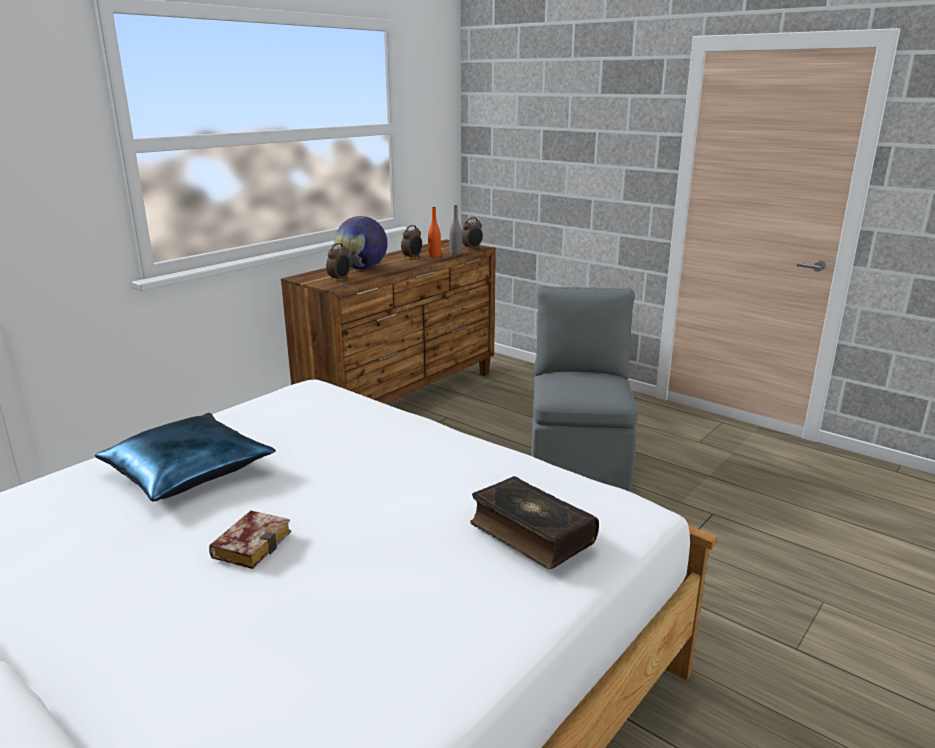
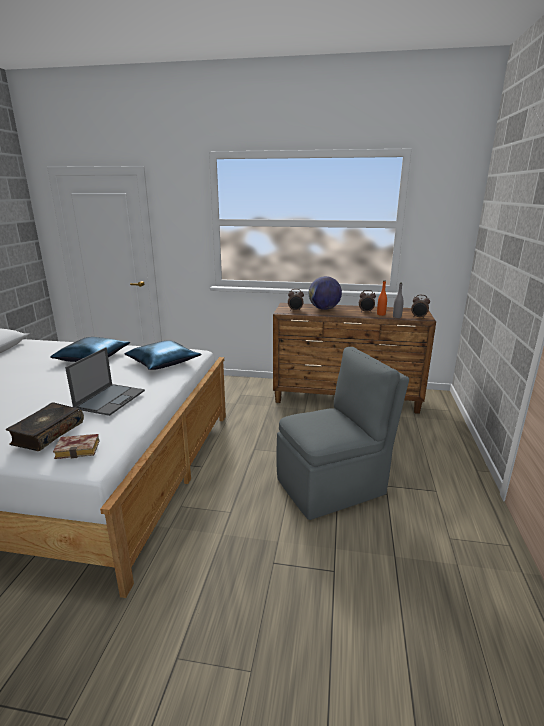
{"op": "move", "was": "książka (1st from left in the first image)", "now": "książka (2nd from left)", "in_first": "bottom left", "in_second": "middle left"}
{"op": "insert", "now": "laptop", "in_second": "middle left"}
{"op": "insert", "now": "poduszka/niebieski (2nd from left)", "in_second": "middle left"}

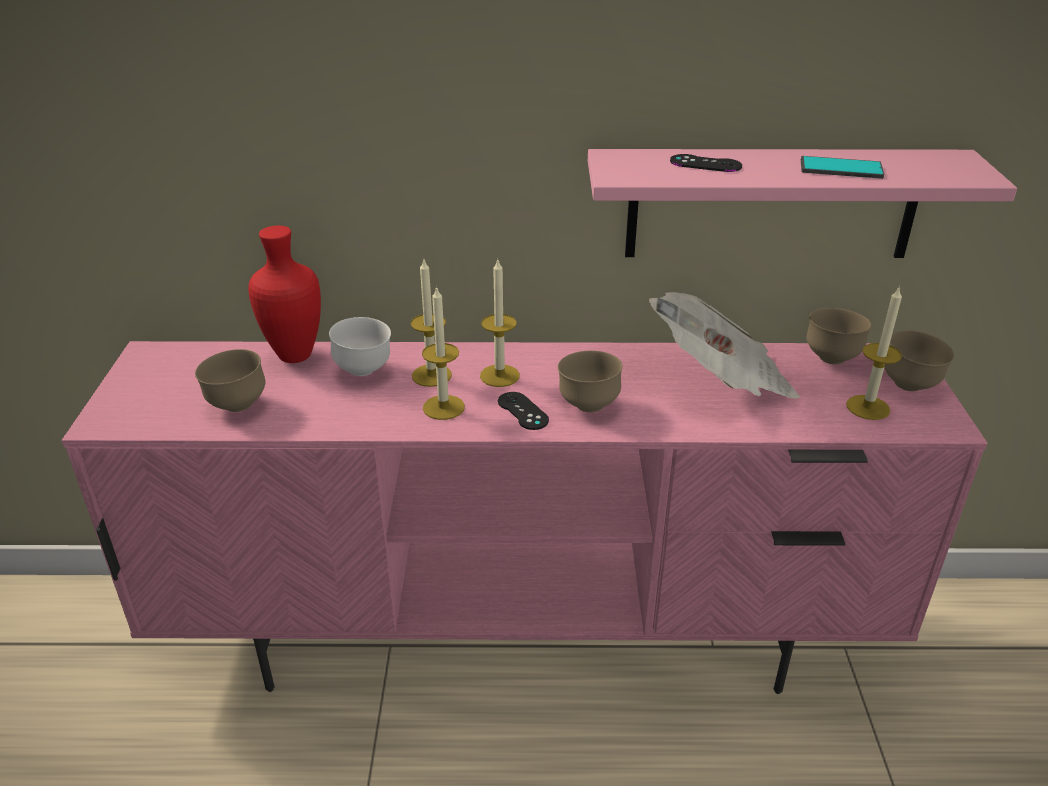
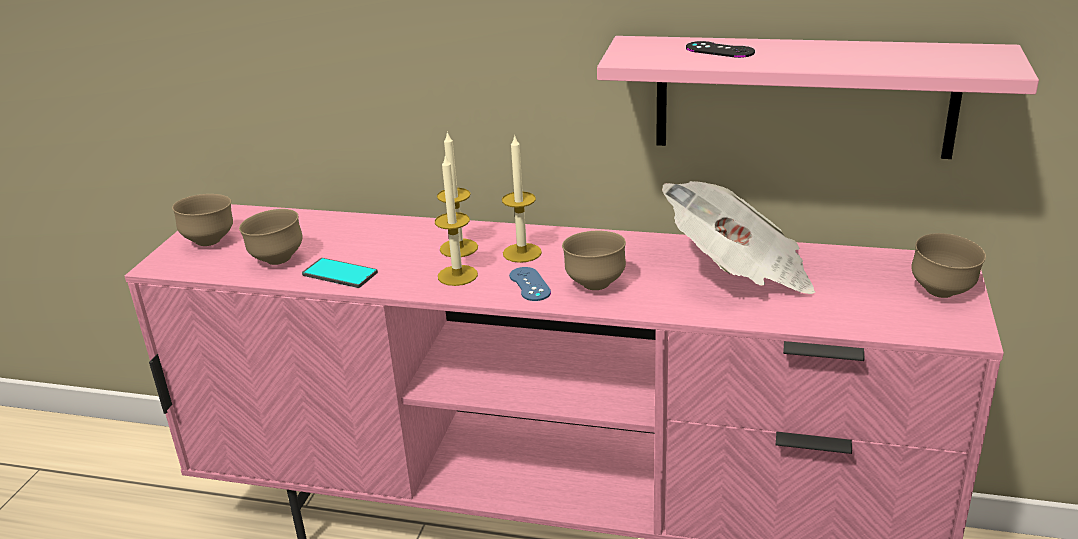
{"op": "move", "was": "miska/brązowy (3rd from left in the first image)", "now": "miska/brązowy (1st from left)", "in_first": "middle right", "in_second": "middle left"}
{"op": "move", "was": "telefon", "in_first": "top right", "in_second": "middle left"}
{"op": "recolor", "was": "pad do gier/czarny (1st from left)", "now": "pad do gier/niebieski", "in_first": "centre", "in_second": "centre"}
{"op": "delete", "was": "wazon/czerwony", "in_first": "middle left"}
{"op": "delete", "was": "miska/biały", "in_first": "centre"}
{"op": "delete", "was": "świeca (4th from left)", "in_first": "middle right"}

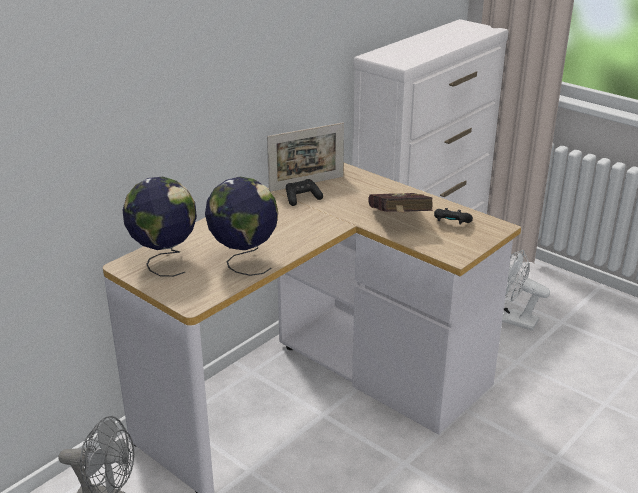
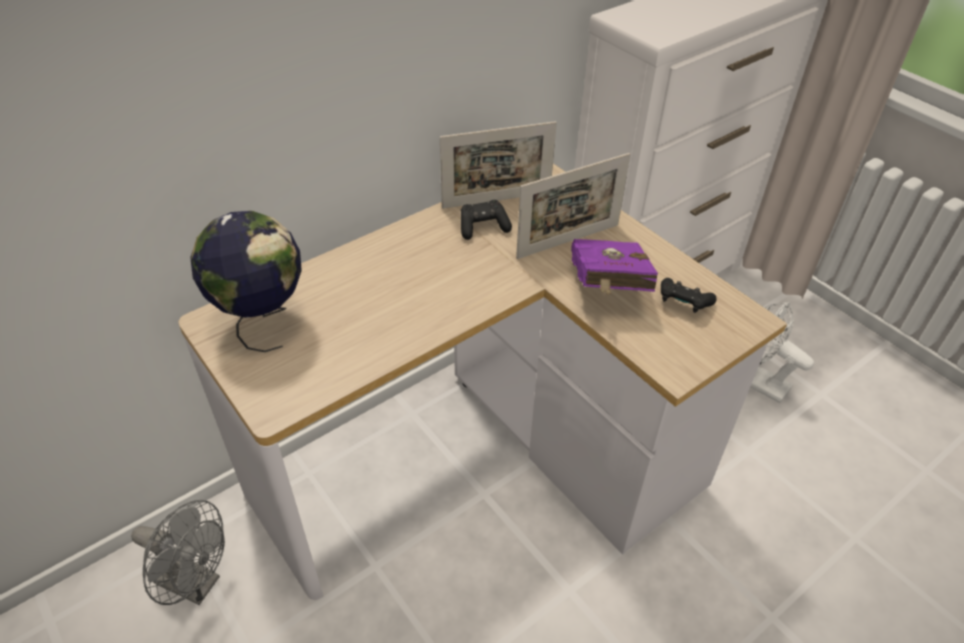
{"op": "insert", "now": "ramka na zdjęcie (2nd from left)", "in_second": "top centre"}
{"op": "recolor", "was": "książka/czerwony", "now": "książka/fioletowy", "in_first": "centre", "in_second": "centre"}
{"op": "delete", "was": "globus (2nd from left)", "in_first": "centre"}

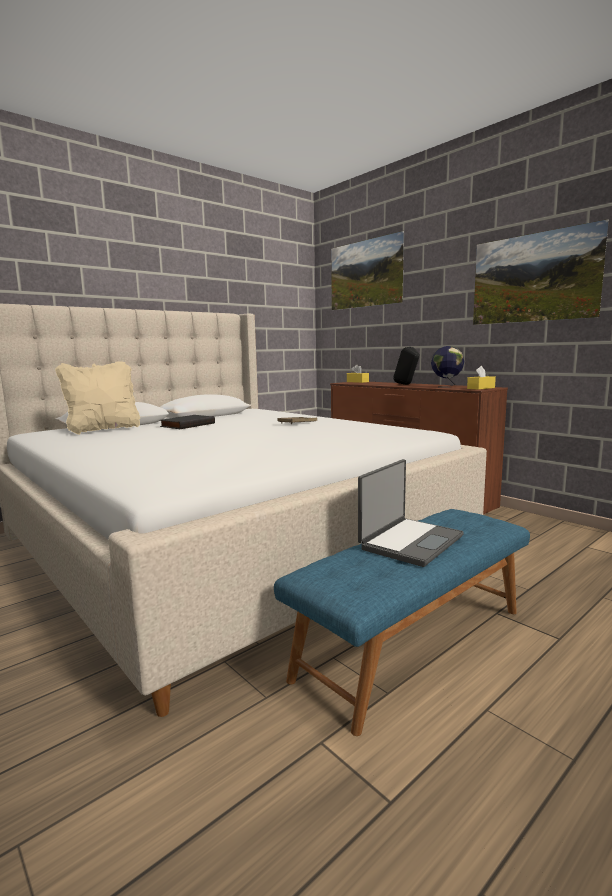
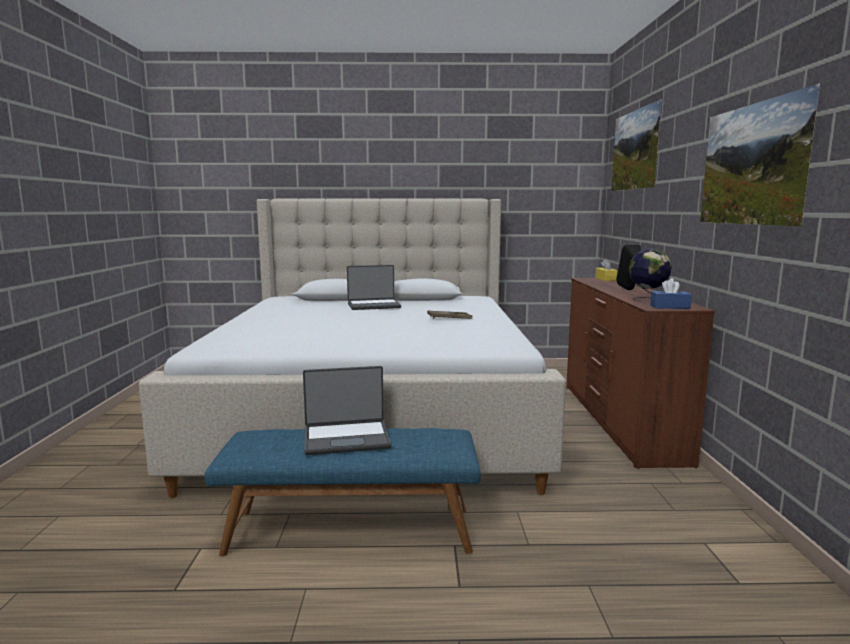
{"op": "replace", "was": "książka/czarny", "now": "laptop (2nd from left)", "in_first": "middle left", "in_second": "centre"}
{"op": "recolor", "was": "pudełko chusteczek/żółty (2nd from left)", "now": "pudełko chusteczek/niebieski", "in_first": "middle right", "in_second": "middle right"}
{"op": "delete", "was": "poduszka/beżowy", "in_first": "middle left"}

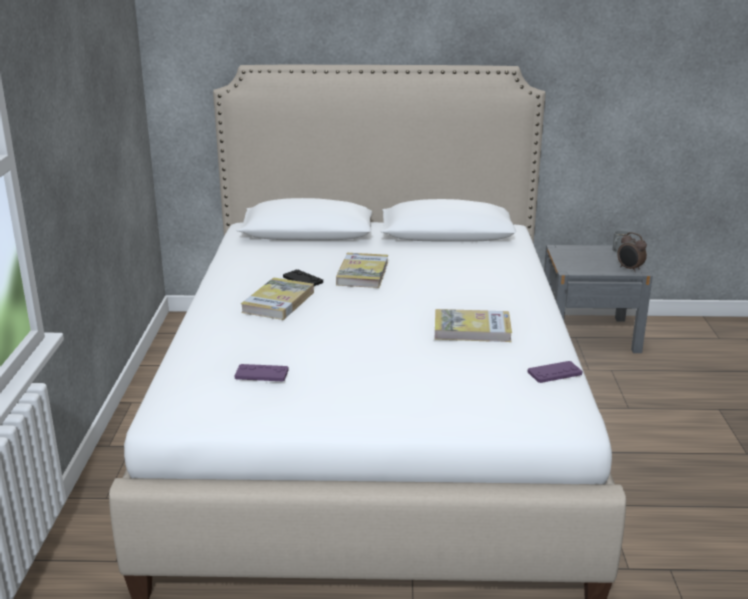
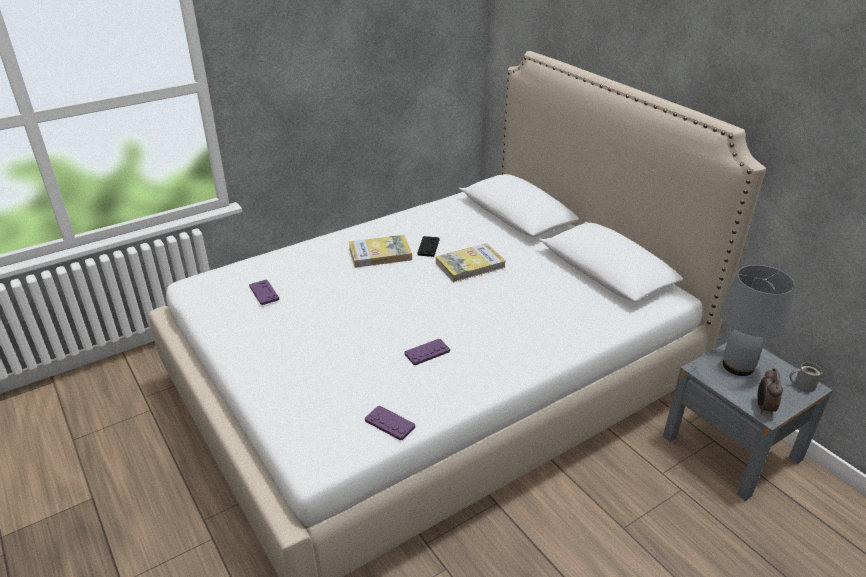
{"op": "replace", "was": "książka (3rd from left)", "now": "pad do gier/fioletowy (3rd from left)", "in_first": "centre", "in_second": "centre"}
{"op": "insert", "now": "lampa stołowa/szary", "in_second": "middle right"}

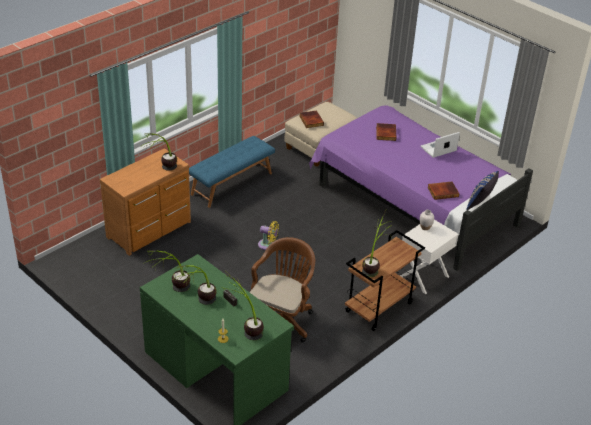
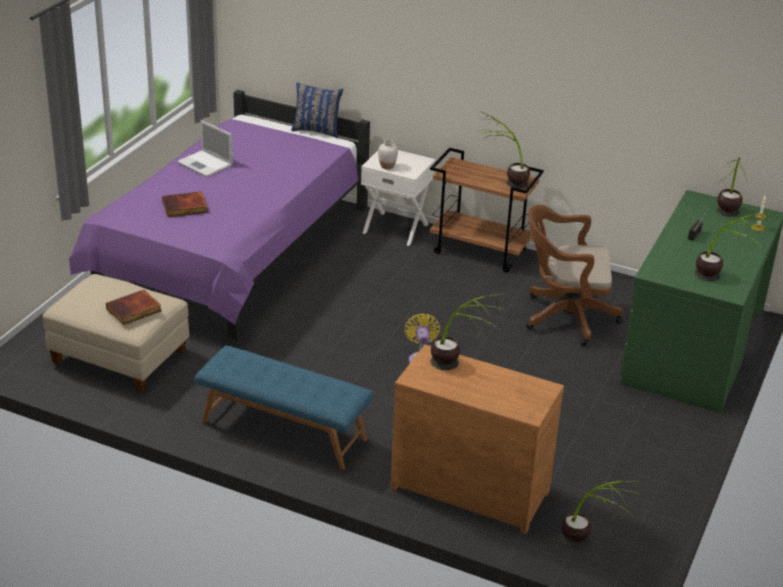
{"op": "move", "was": "roślina doniczkowa (3rd from left)", "in_first": "bottom left", "in_second": "bottom right"}
{"op": "delete", "was": "książka (3rd from left)", "in_first": "middle right"}

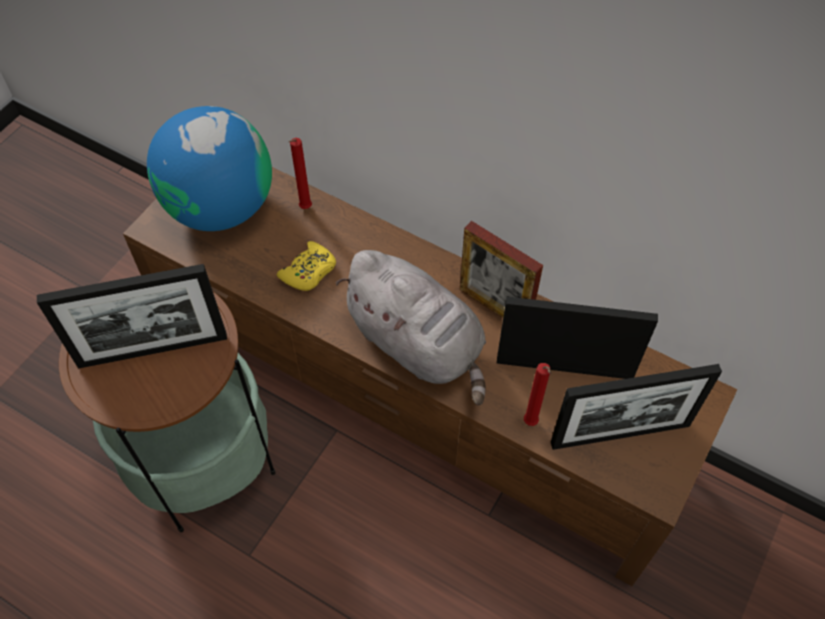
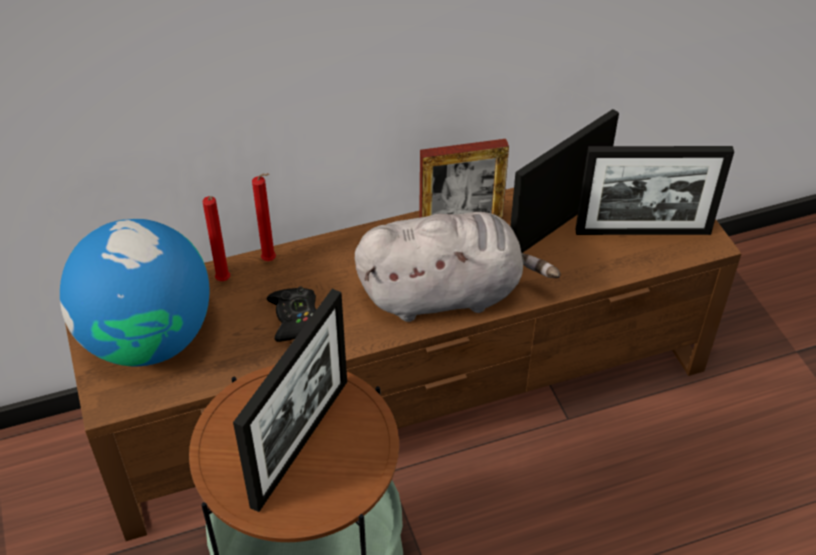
{"op": "move", "was": "świeca/czerwony (2nd from left)", "in_first": "centre", "in_second": "middle left"}
{"op": "recolor", "was": "pad do gier/żółty", "now": "pad do gier/czarny", "in_first": "centre", "in_second": "centre"}
{"op": "rotate", "was": "ramka na zdjęcie (4th from left)", "in_first": "middle right", "in_second": "middle right", "clockwise": 60}

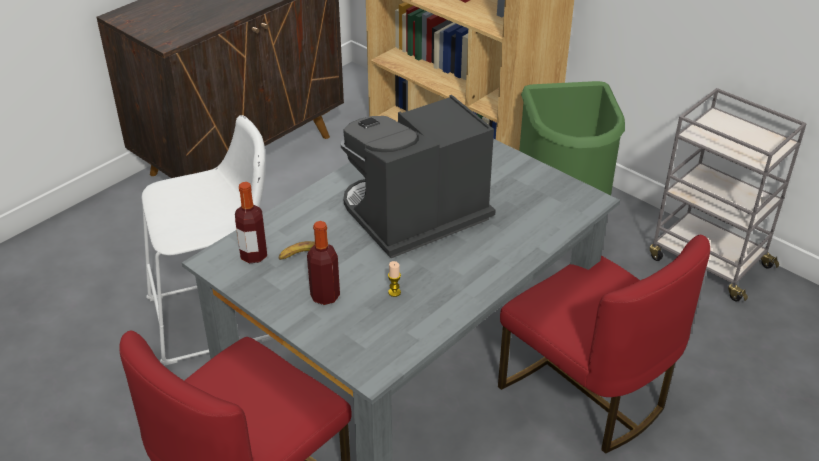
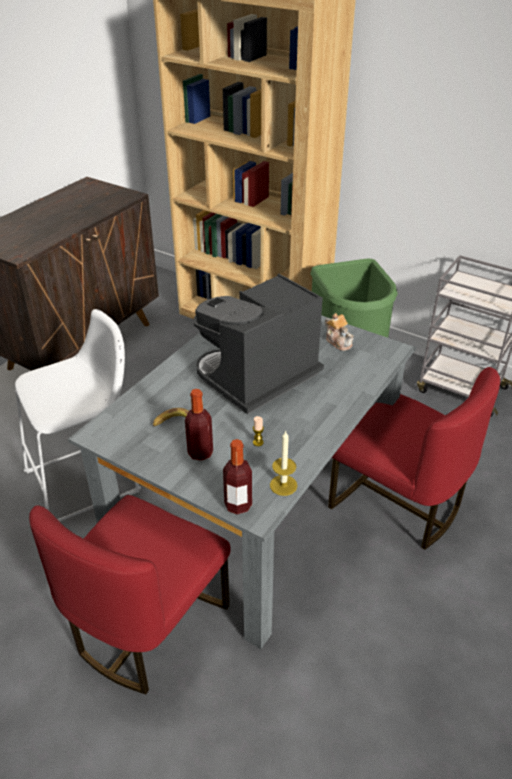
{"op": "move", "was": "butelka (1st from left in the first image)", "now": "butelka (2nd from left)", "in_first": "middle left", "in_second": "centre"}
{"op": "insert", "now": "świeca (2nd from left)", "in_second": "centre"}
{"op": "insert", "now": "imbryk", "in_second": "centre"}

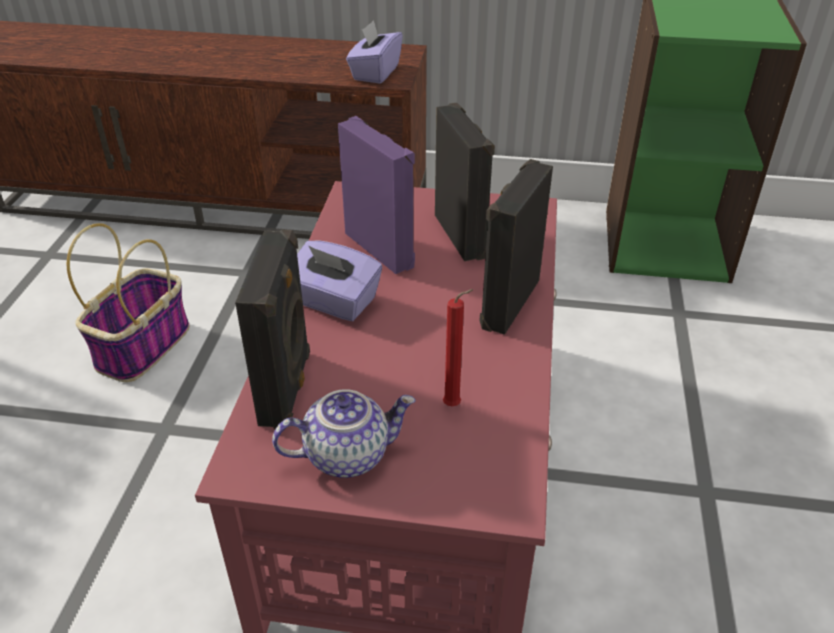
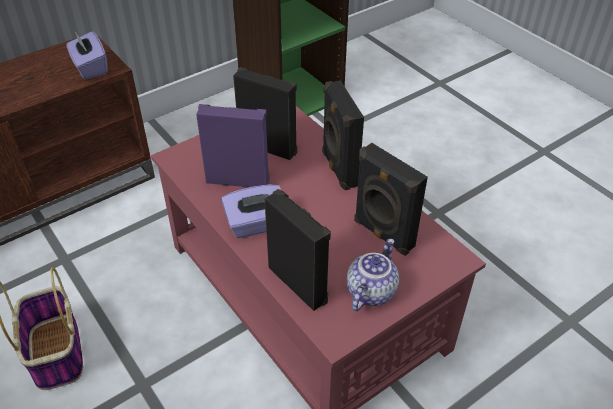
{"op": "replace", "was": "świeca/czerwony", "now": "głośnik/czarny (4th from left)", "in_first": "centre", "in_second": "centre"}

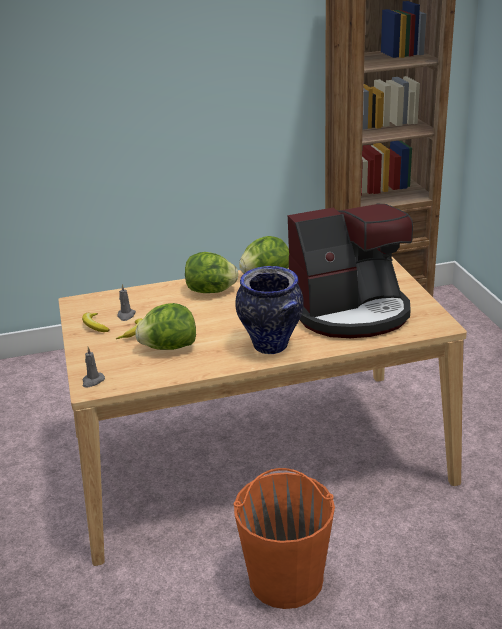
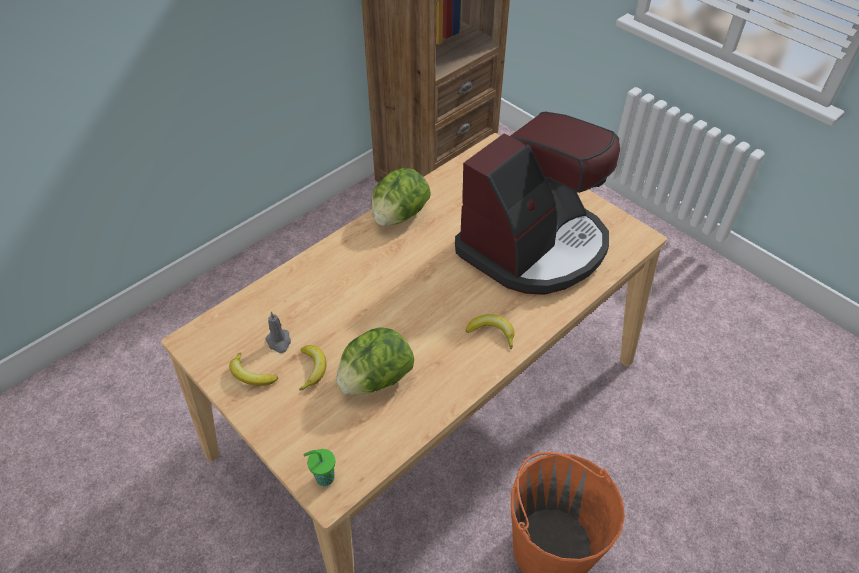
{"op": "replace", "was": "świeca/szary (1st from left)", "now": "filiżanka/zielony", "in_first": "middle left", "in_second": "bottom centre"}
{"op": "replace", "was": "wazon", "now": "banan (3rd from left)", "in_first": "centre", "in_second": "centre"}
{"op": "delete", "was": "sałata (2nd from left)", "in_first": "centre"}

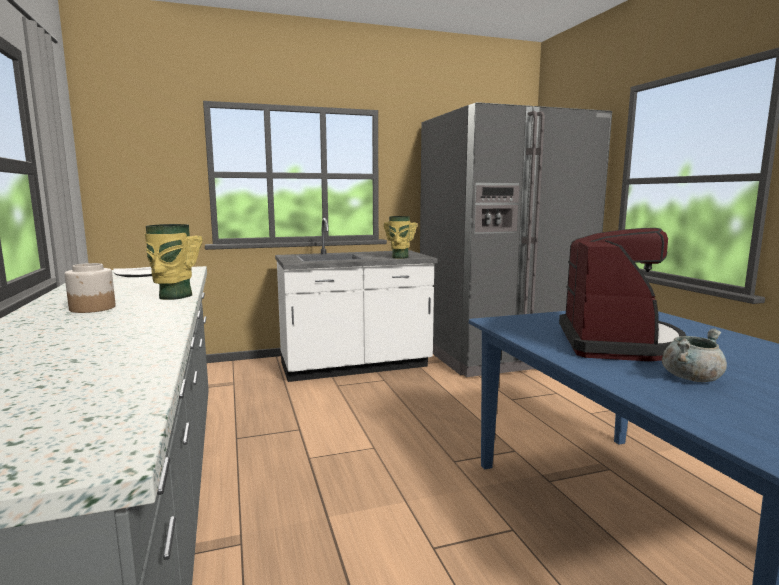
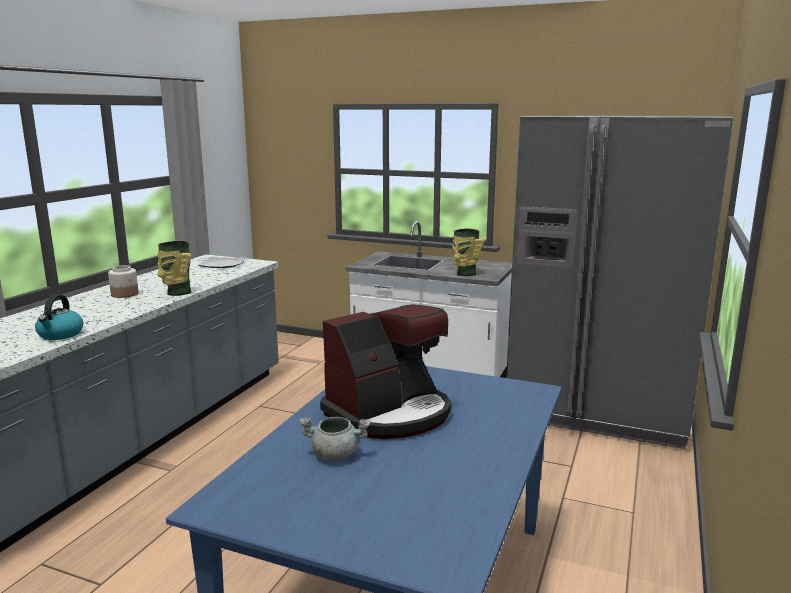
{"op": "insert", "now": "czajnik", "in_second": "middle left"}

